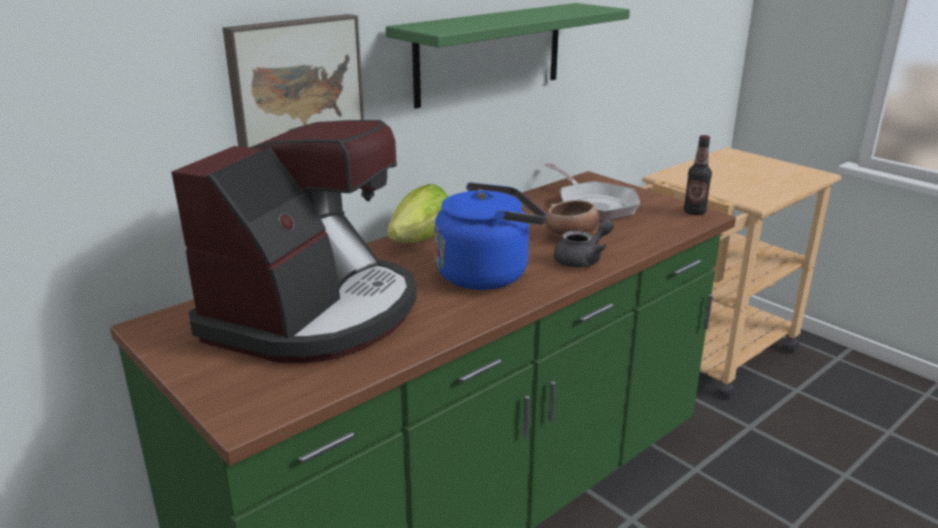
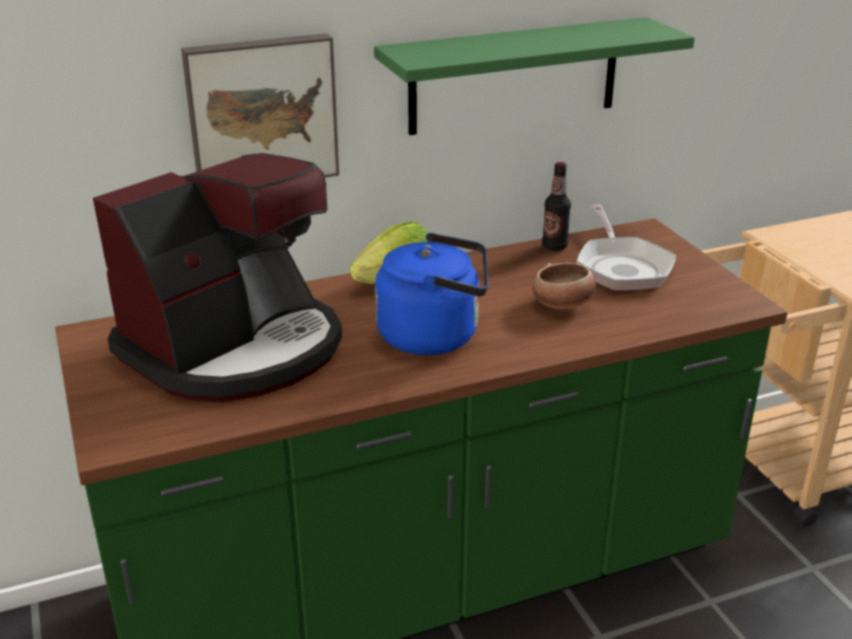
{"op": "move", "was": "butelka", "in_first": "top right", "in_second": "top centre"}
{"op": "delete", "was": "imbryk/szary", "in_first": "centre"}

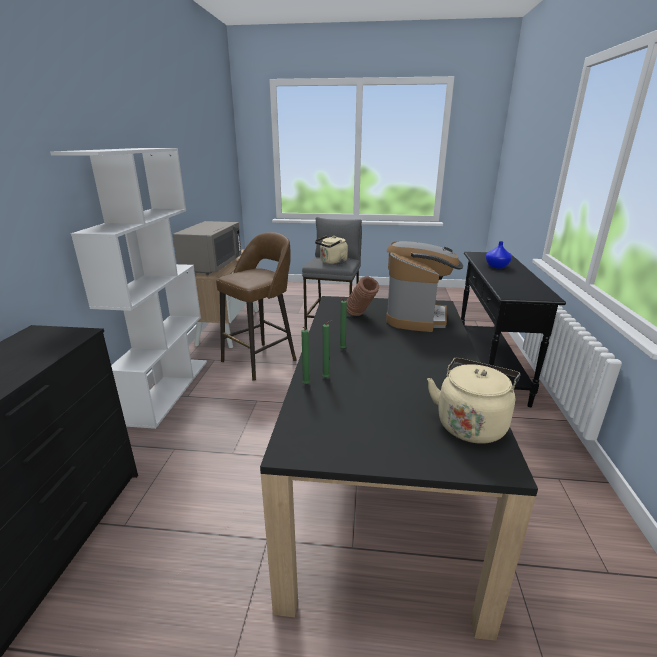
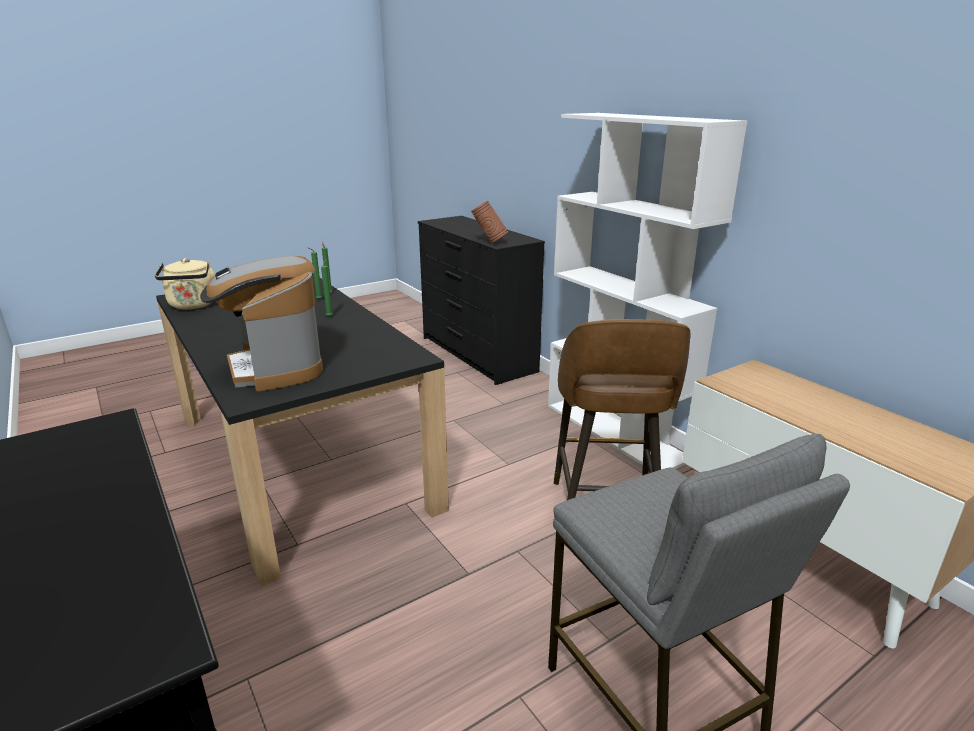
{"op": "move", "was": "wazon/brązowy", "in_first": "centre", "in_second": "top centre"}
{"op": "delete", "was": "mikrofalówka/szary", "in_first": "middle left"}
{"op": "delete", "was": "czajnik/beżowy (1st from left)", "in_first": "centre"}
{"op": "delete", "was": "wazon/niebieski", "in_first": "middle right"}

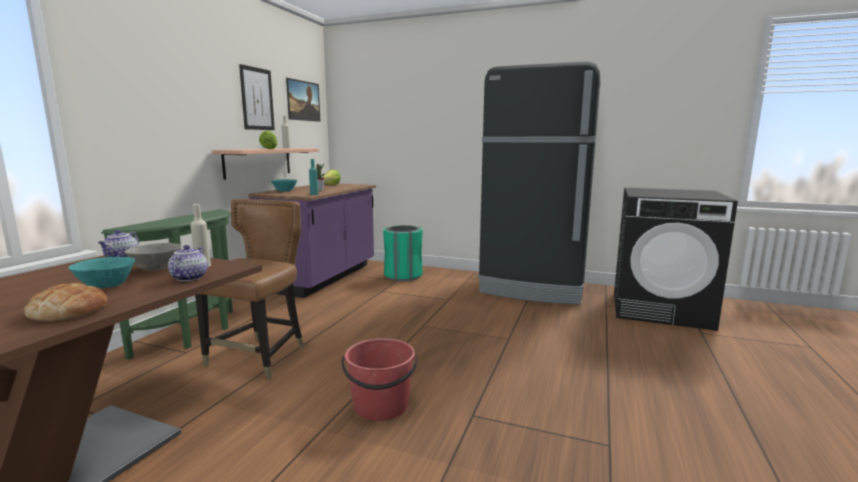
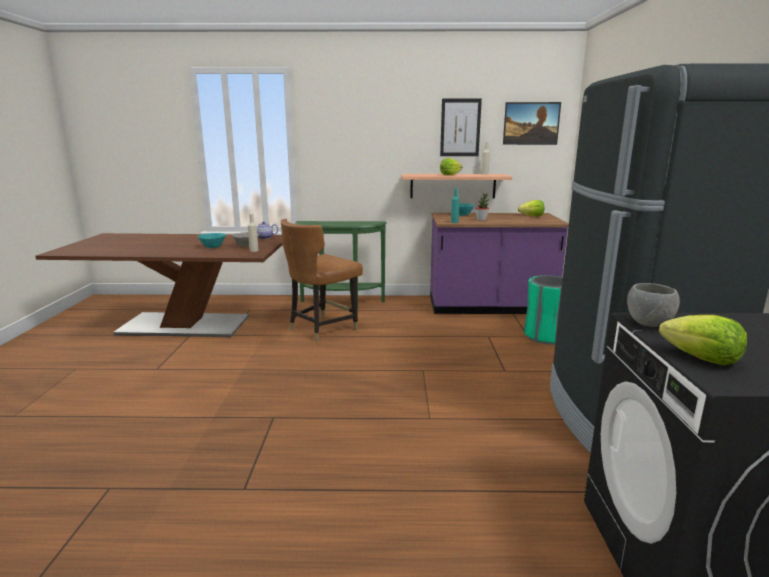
{"op": "rotate", "was": "krzesło/brązowy", "in_first": "middle left", "in_second": "centre", "clockwise": 135}
{"op": "insert", "now": "miska/szary (2nd from left)", "in_second": "middle right"}
{"op": "insert", "now": "sałata (3rd from left)", "in_second": "middle right"}
{"op": "delete", "was": "chleb", "in_first": "middle left"}
{"op": "delete", "was": "imbryk (2nd from left)", "in_first": "middle left"}
{"op": "delete", "was": "wiadro/czerwony", "in_first": "bottom centre"}

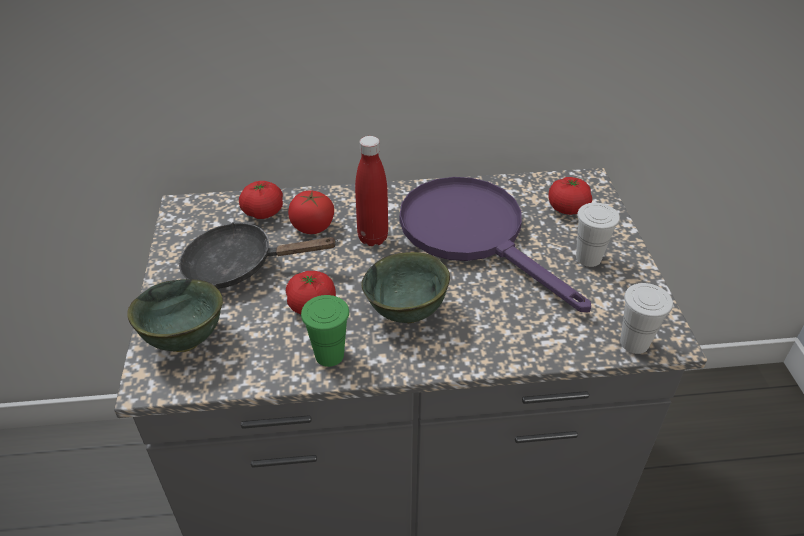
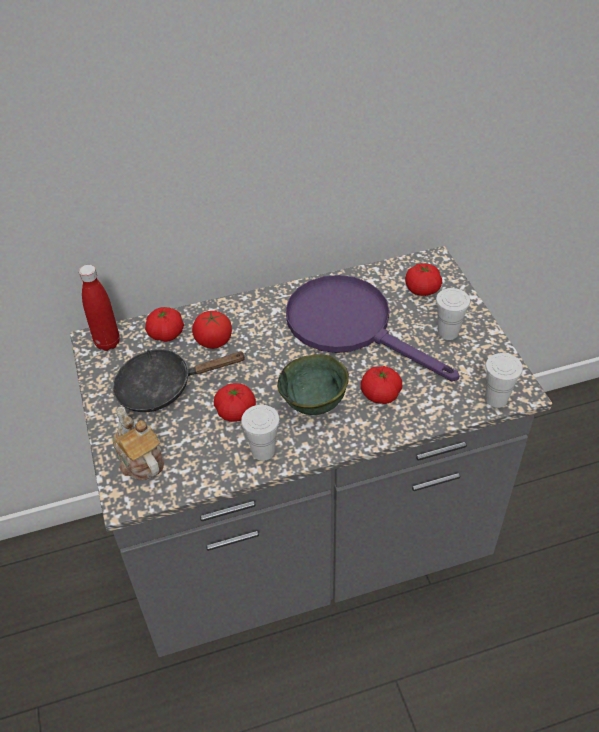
{"op": "move", "was": "butelka/czerwony", "in_first": "centre", "in_second": "middle left"}
{"op": "replace", "was": "miska/zielony (1st from left)", "now": "imbryk", "in_first": "middle left", "in_second": "middle left"}
{"op": "recolor", "was": "filiżanka/zielony", "now": "filiżanka/biały (1st from left)", "in_first": "centre", "in_second": "centre"}
{"op": "insert", "now": "pomidor (4th from left)", "in_second": "centre"}

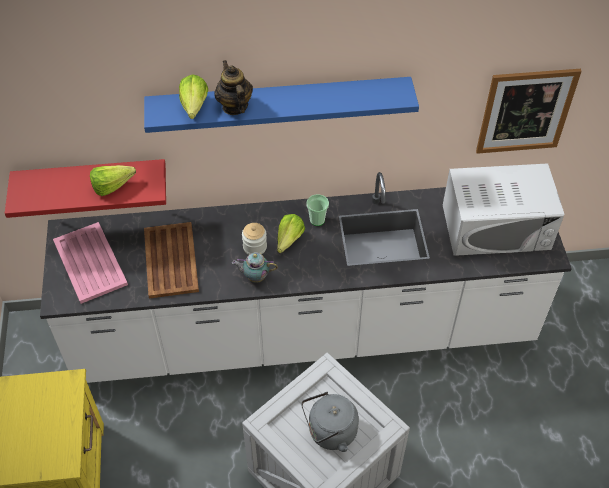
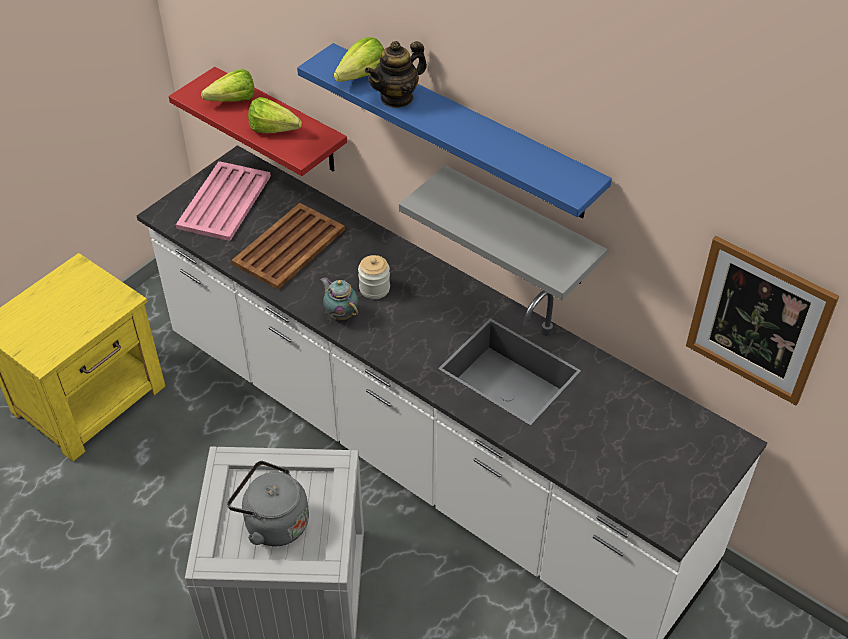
{"op": "move", "was": "sałata (3rd from left in the first image)", "now": "sałata (1st from left)", "in_first": "centre", "in_second": "top left"}
{"op": "rotate", "was": "imbryk (1st from left in the first image)", "in_first": "top centre", "in_second": "top centre", "clockwise": -150}
{"op": "insert", "now": "półka/szary", "in_second": "centre"}
{"op": "delete", "was": "filiżanka", "in_first": "centre"}
{"op": "delete", "was": "mikrofalówka/biały", "in_first": "middle right"}

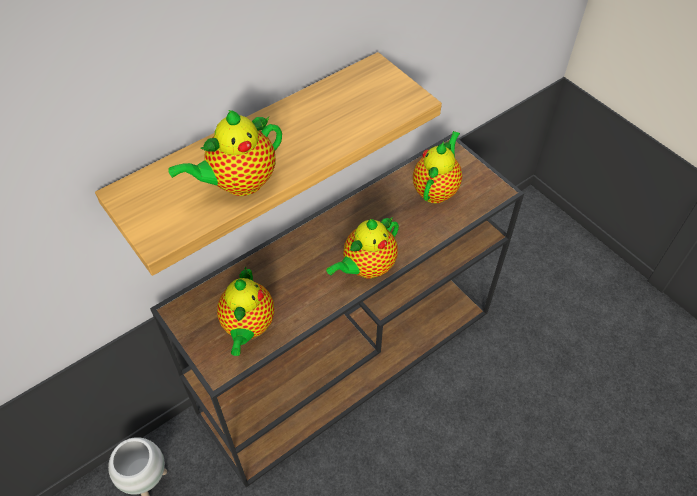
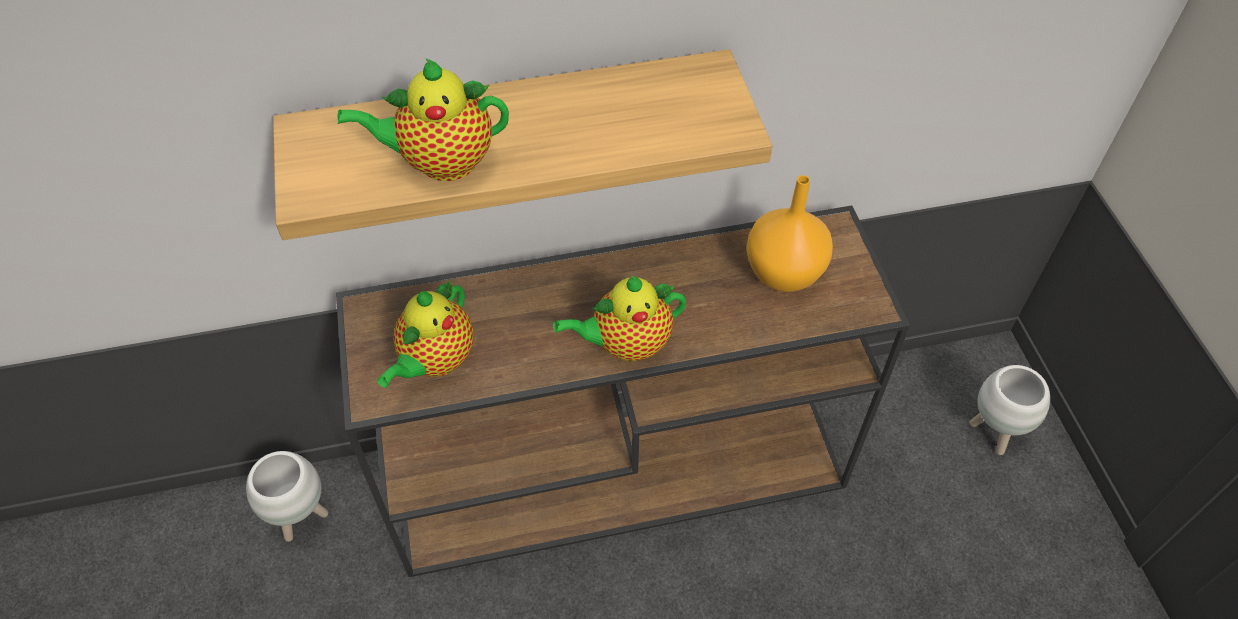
{"op": "replace", "was": "imbryk (4th from left)", "now": "wazon/pomarańczowy", "in_first": "centre", "in_second": "centre"}
{"op": "insert", "now": "donica/biały (2nd from left)", "in_second": "middle right"}

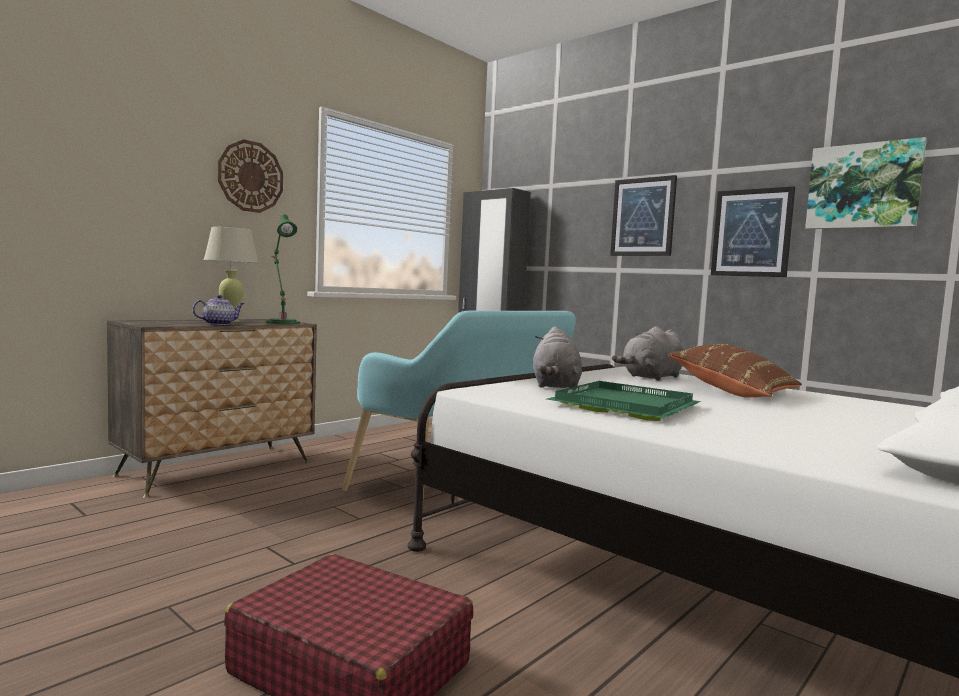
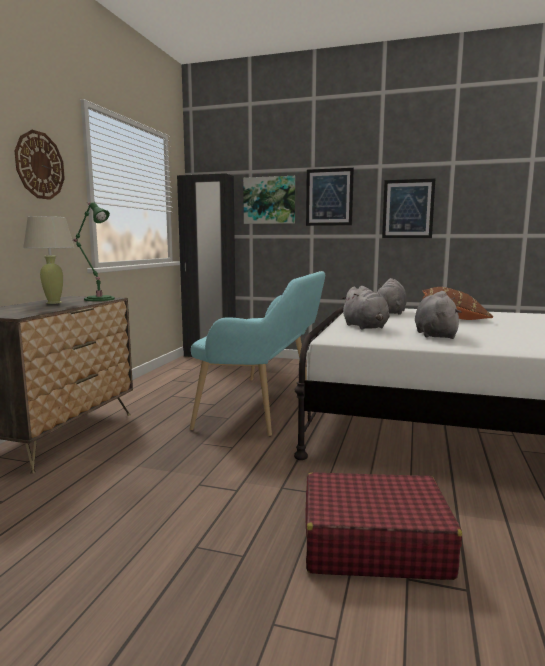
{"op": "move", "was": "obraz (3rd from left in the first image)", "now": "obraz (1st from left)", "in_first": "top right", "in_second": "top centre"}
{"op": "replace", "was": "taca/zielony", "now": "pluszak/szary (3rd from left)", "in_first": "centre", "in_second": "middle right"}
{"op": "delete", "was": "imbryk", "in_first": "middle left"}

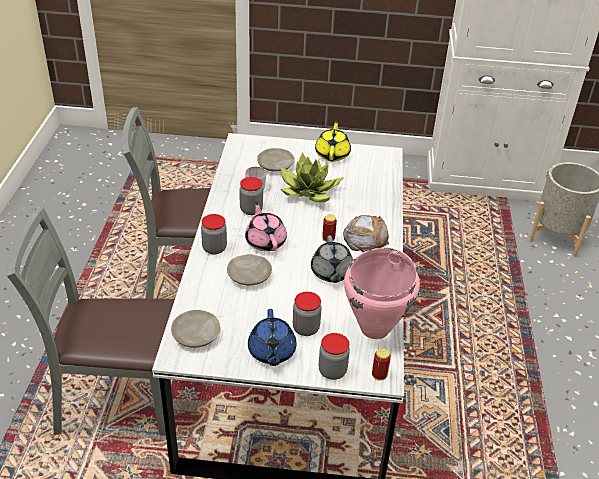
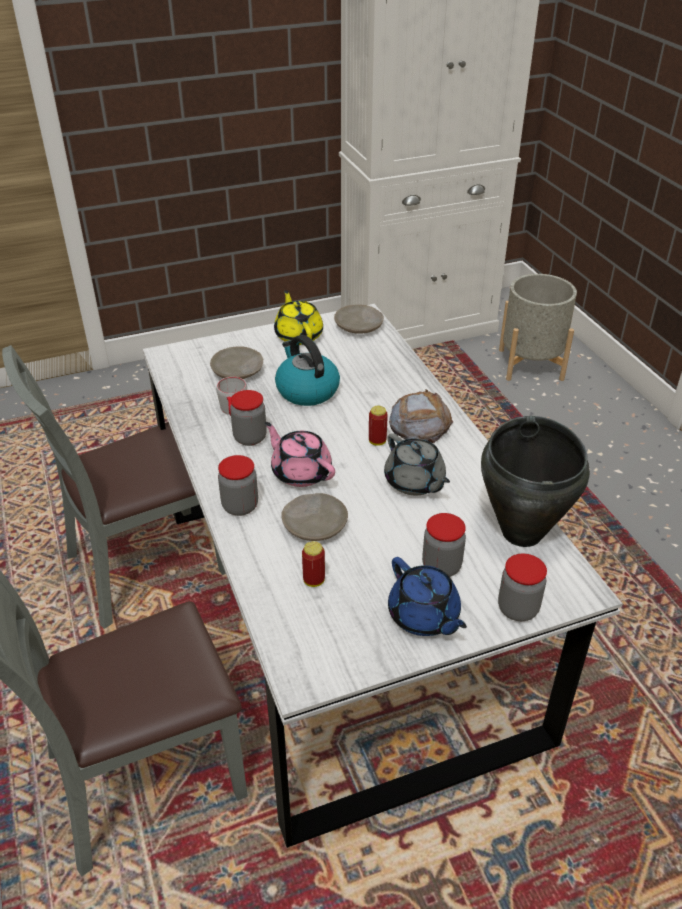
{"op": "replace", "was": "roślina doniczkowa", "now": "czajnik", "in_first": "centre", "in_second": "centre"}
{"op": "move", "was": "puszka (2nd from left in the first image)", "now": "puszka (1st from left)", "in_first": "bottom centre", "in_second": "centre"}
{"op": "move", "was": "talerz/beżowy (1st from left in the first image)", "now": "talerz/beżowy (3rd from left)", "in_first": "bottom left", "in_second": "centre"}
{"op": "recolor", "was": "garnek/różowy", "now": "garnek/czarny", "in_first": "centre", "in_second": "middle right"}

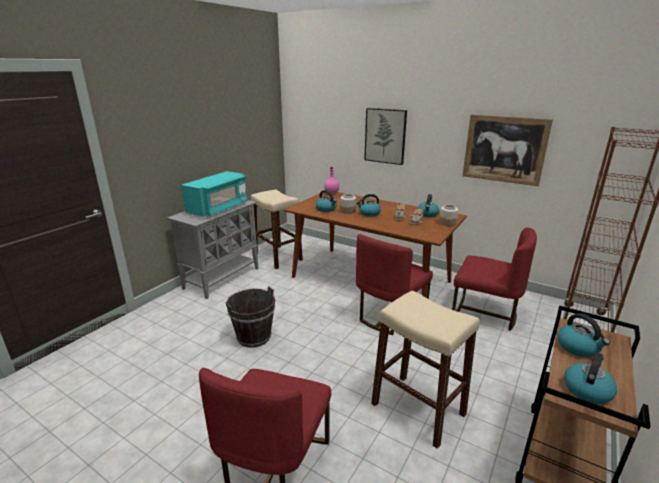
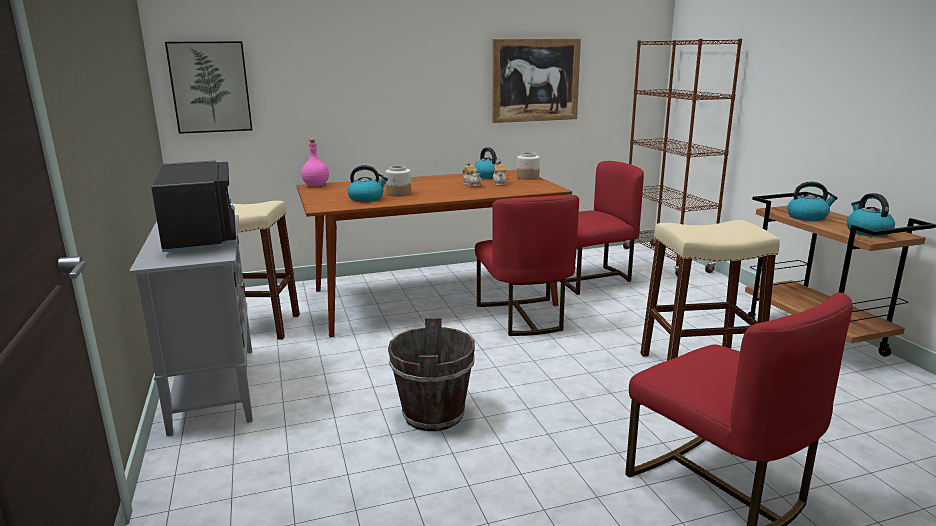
{"op": "recolor", "was": "mikrofalówka/turkusowy", "now": "mikrofalówka/czarny", "in_first": "middle left", "in_second": "middle left"}
{"op": "move", "was": "obraz (1st from left)", "in_first": "top centre", "in_second": "top left"}
{"op": "delete", "was": "czajnik (2nd from left)", "in_first": "centre"}

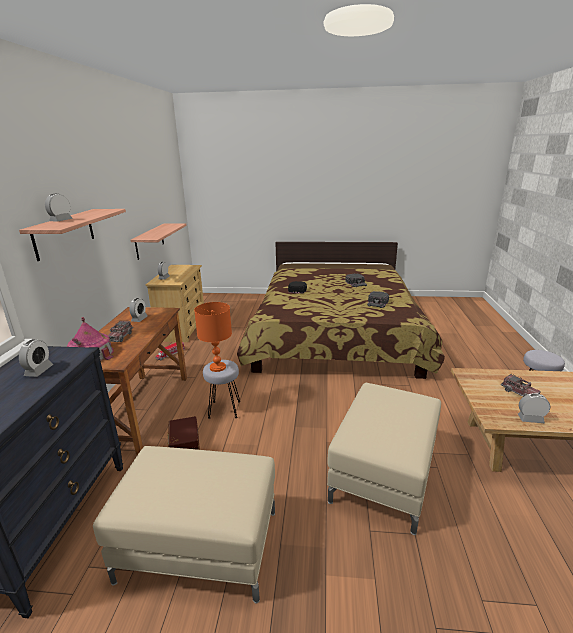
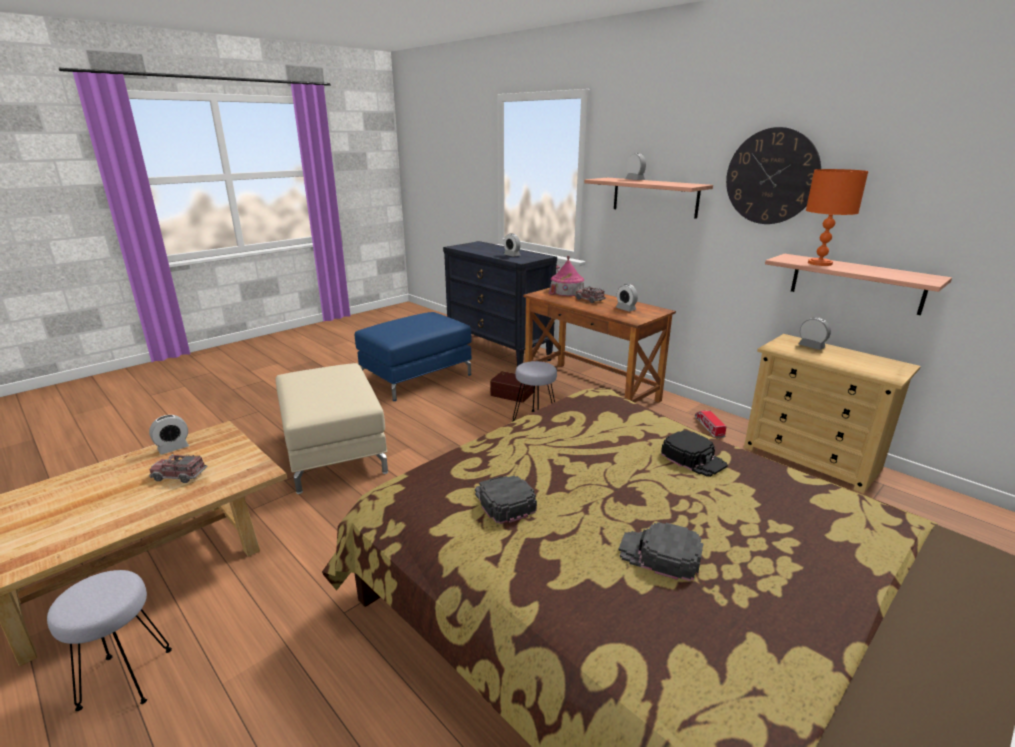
{"op": "recolor", "was": "pufa/beżowy (1st from left)", "now": "pufa/niebieski", "in_first": "bottom left", "in_second": "centre"}
{"op": "insert", "now": "zegar ścienny", "in_second": "top right"}
{"op": "move", "was": "lampa stołowa/pomarańczowy", "in_first": "centre", "in_second": "top right"}

